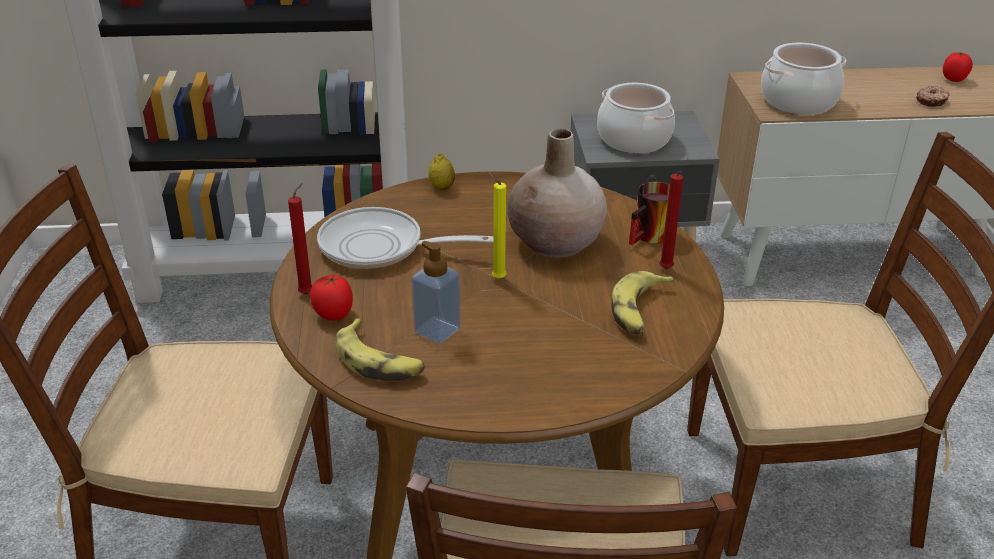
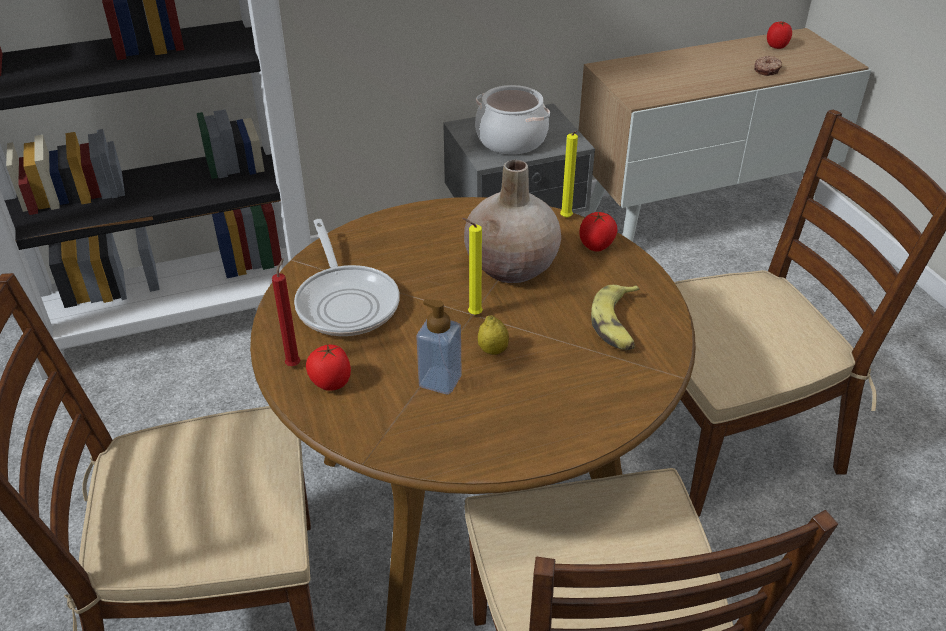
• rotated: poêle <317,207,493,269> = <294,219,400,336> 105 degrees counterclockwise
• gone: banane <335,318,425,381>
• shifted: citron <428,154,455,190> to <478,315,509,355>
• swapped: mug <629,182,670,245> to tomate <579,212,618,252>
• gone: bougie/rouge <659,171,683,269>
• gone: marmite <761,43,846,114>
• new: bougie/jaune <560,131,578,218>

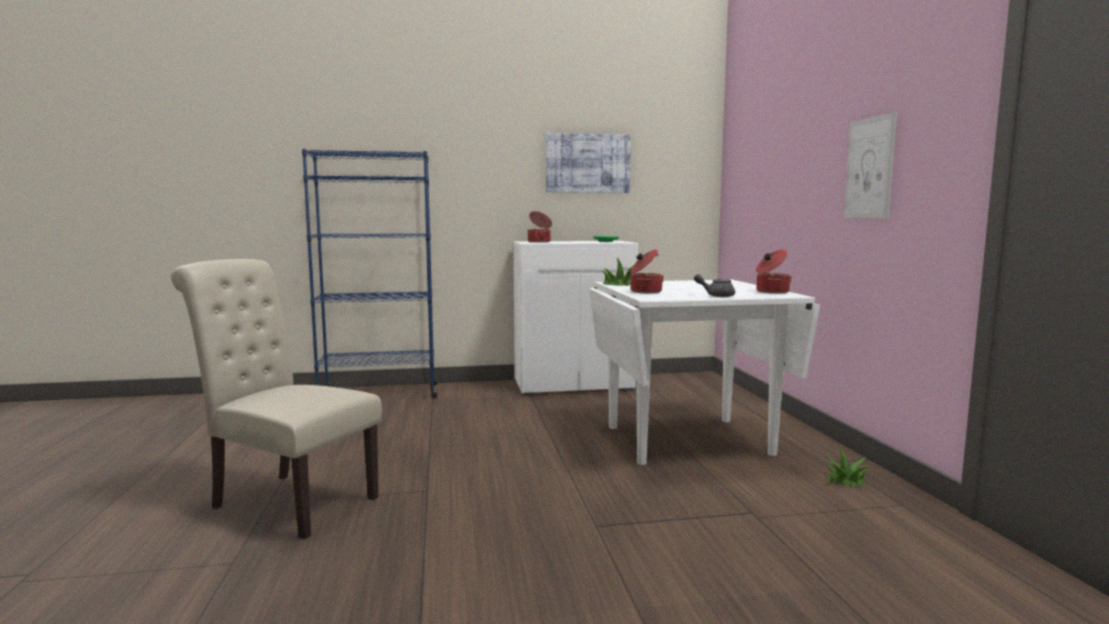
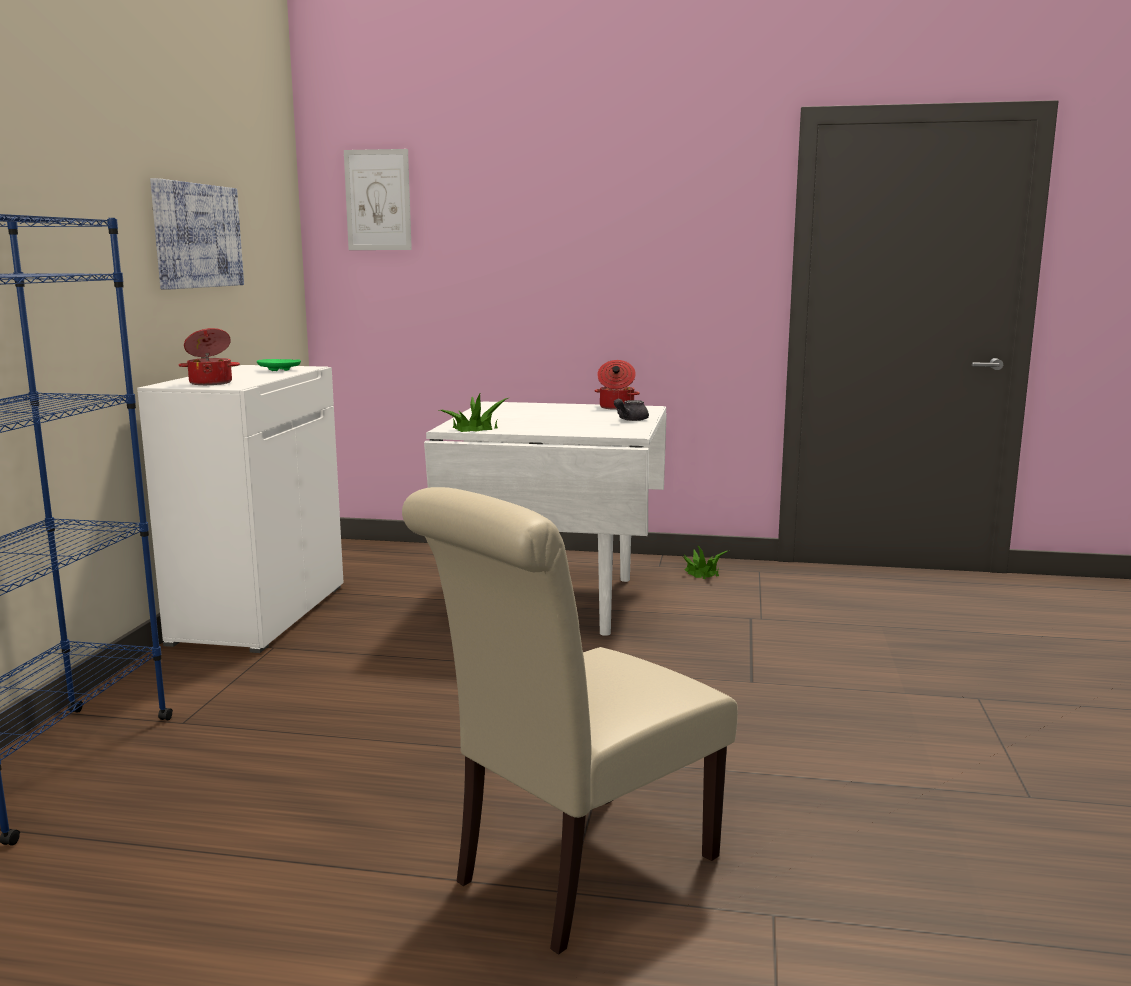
• gone: marmite <630,249,664,293>
• shifted: tableau <844,112,897,218> to <344,149,412,250>

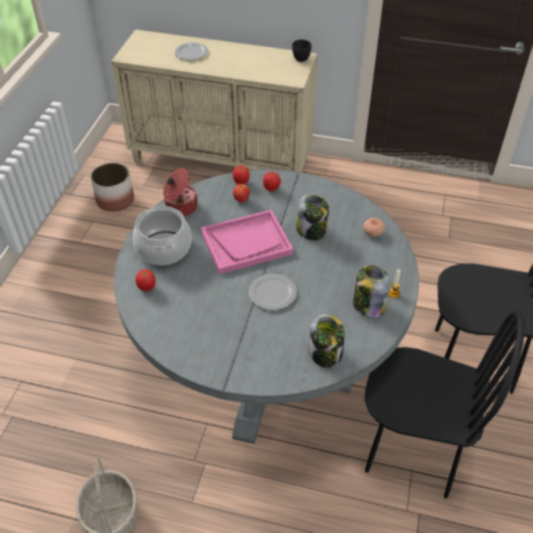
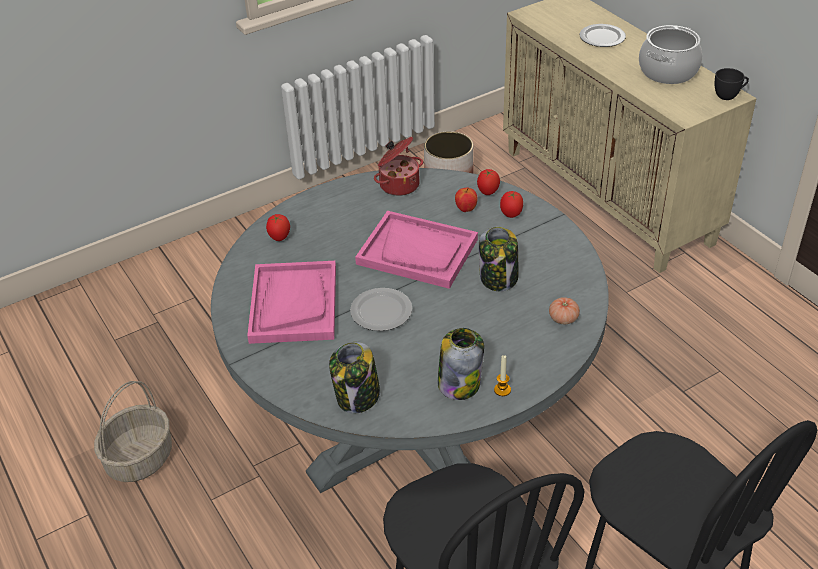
• shifted: marmite <133,204,192,265> to <639,25,702,84>
• new: plateau/rose <247,261,336,344>

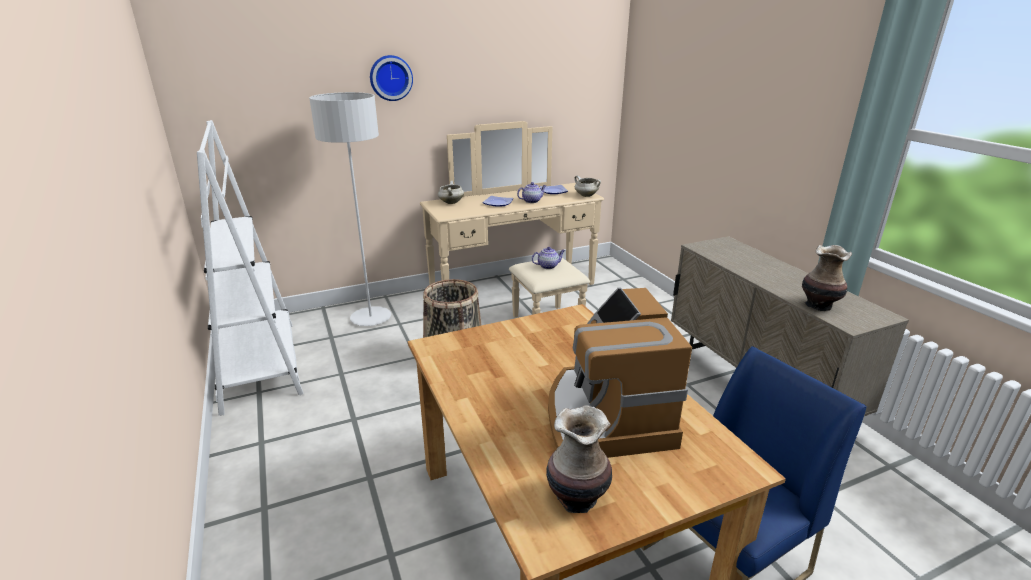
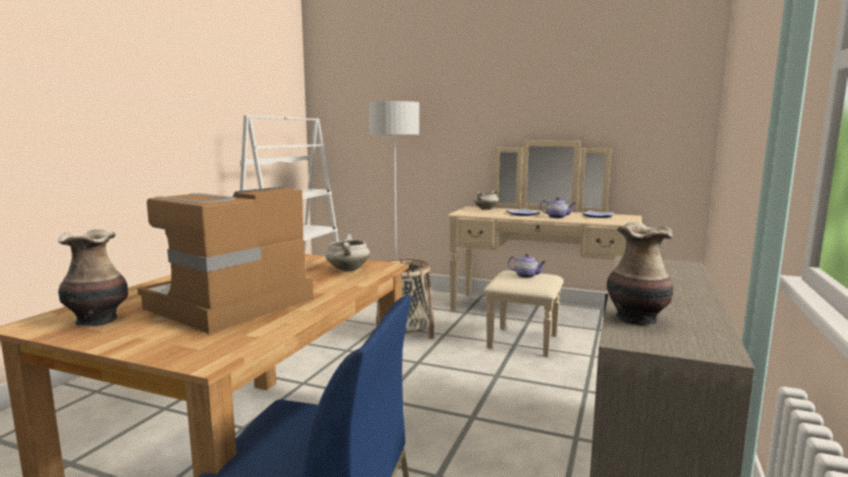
• gone: horloge murale <370,55,413,101>
• shifted: marmite/blanc <574,175,601,197> to <325,234,370,271>

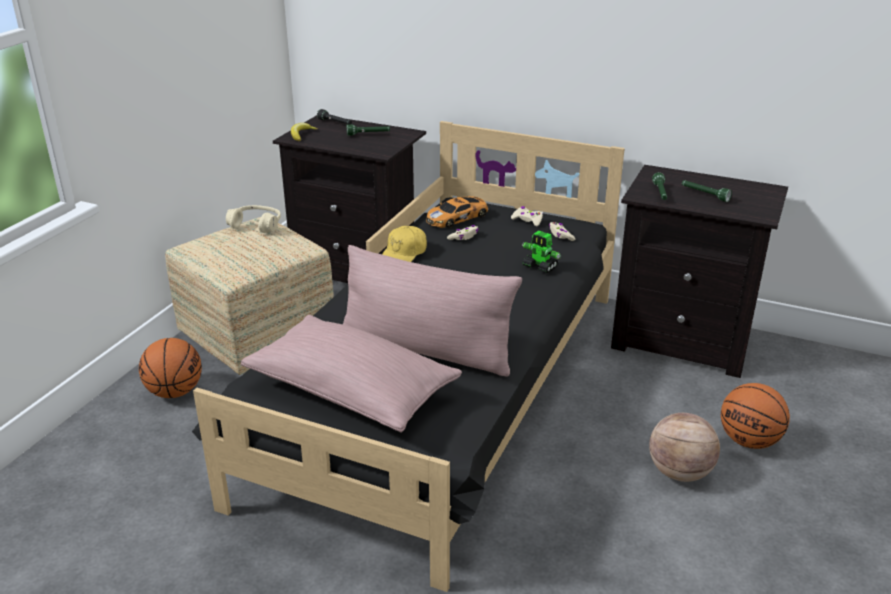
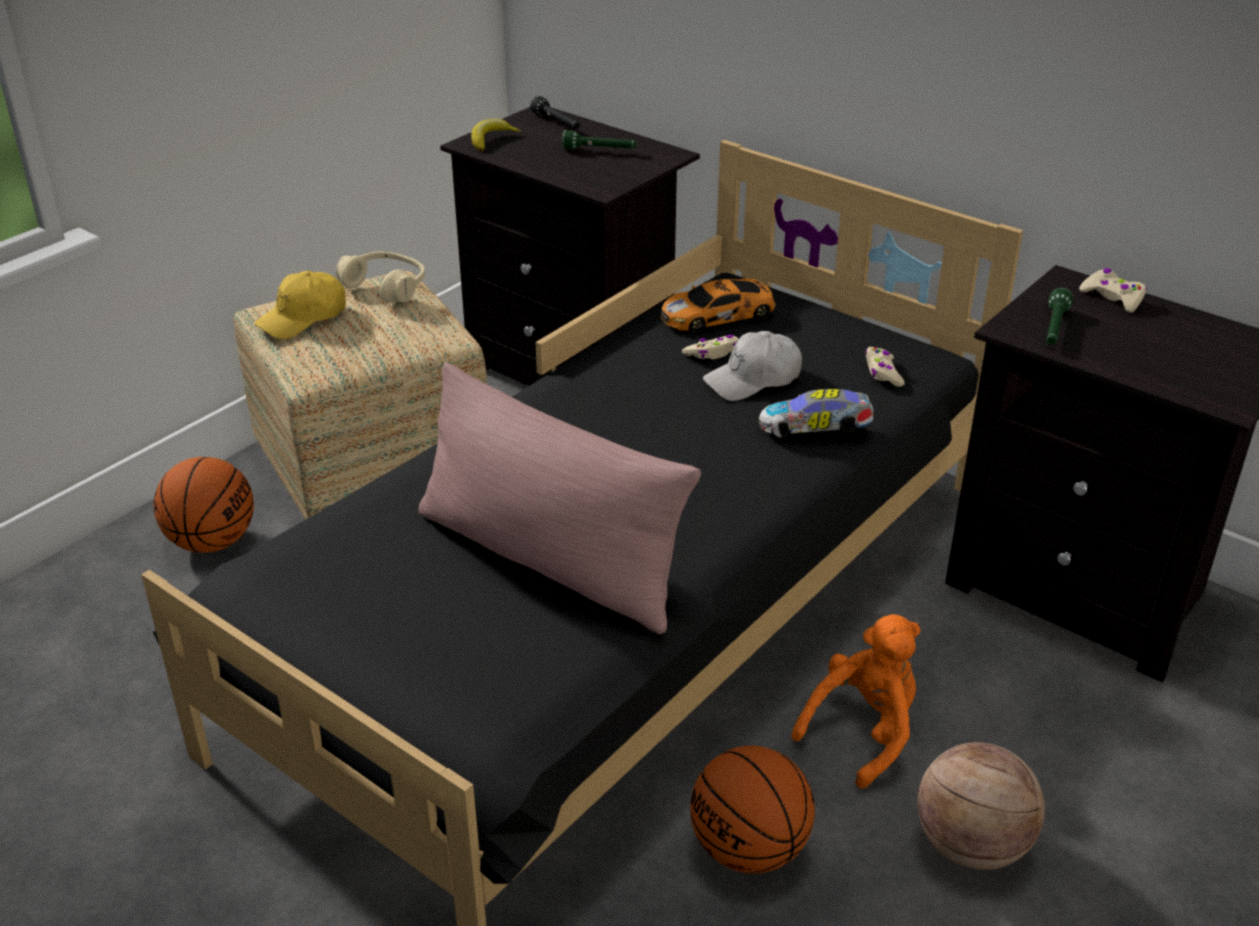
• gone: coussin/rose <241,315,462,433>
• shifted: casquette/jaune <382,226,427,262> to <254,271,346,339>
• shifted: manette/beige <511,206,543,226> to <1079,268,1147,313>
• swapped: robot jouet <522,231,562,273> to petite voiture <759,389,874,437>
• gone: lampe de poche/vert <682,180,732,202>
• shifted: ballon de basket <721,383,790,449> to <690,745,815,874>
• new: casquette/blanc <703,331,802,401>
• new: peluche/orange <792,614,921,788>

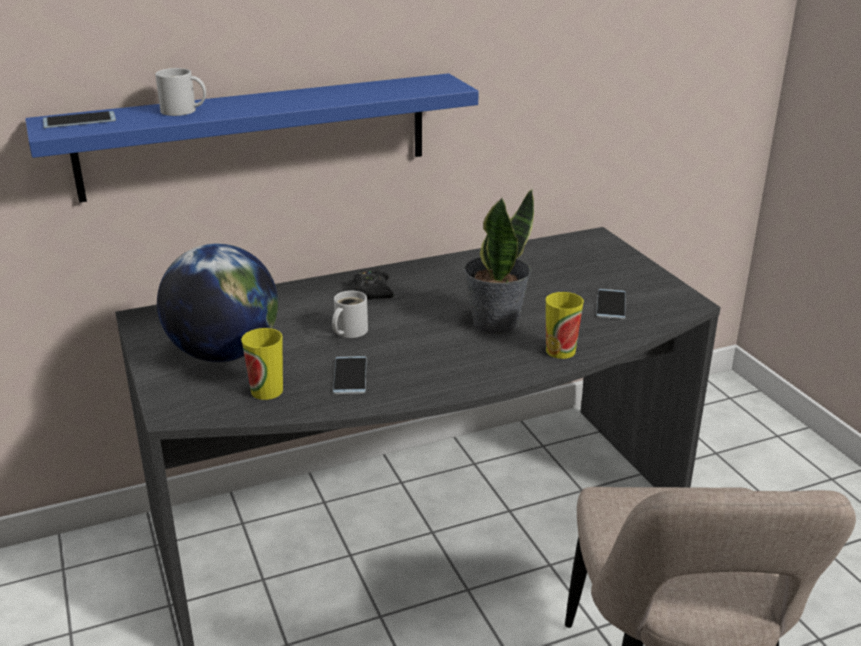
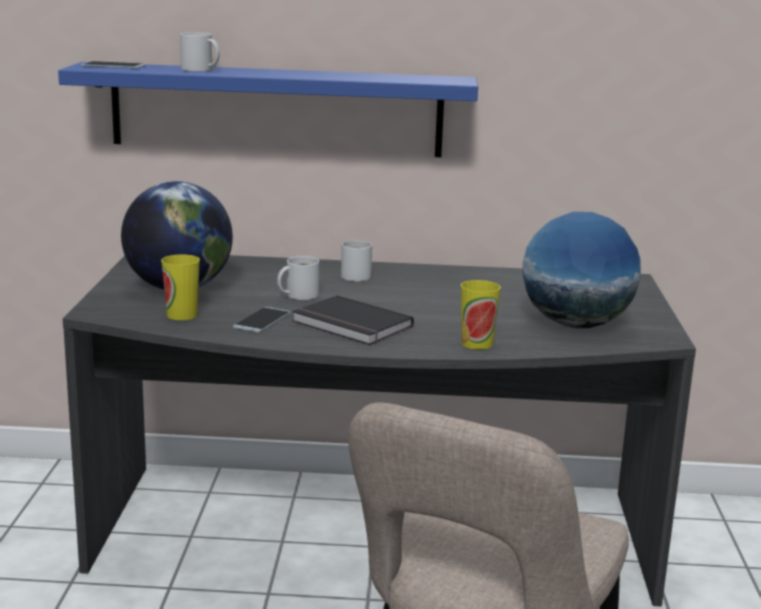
• swapped: manette/noir <354,270,394,300> to mug/blanc <341,240,372,282>
• gone: plante en pot <464,188,534,334>
• swapped: téléphone <596,289,626,319> to globe <523,212,641,329>
• new: livre/noir <292,295,414,345>

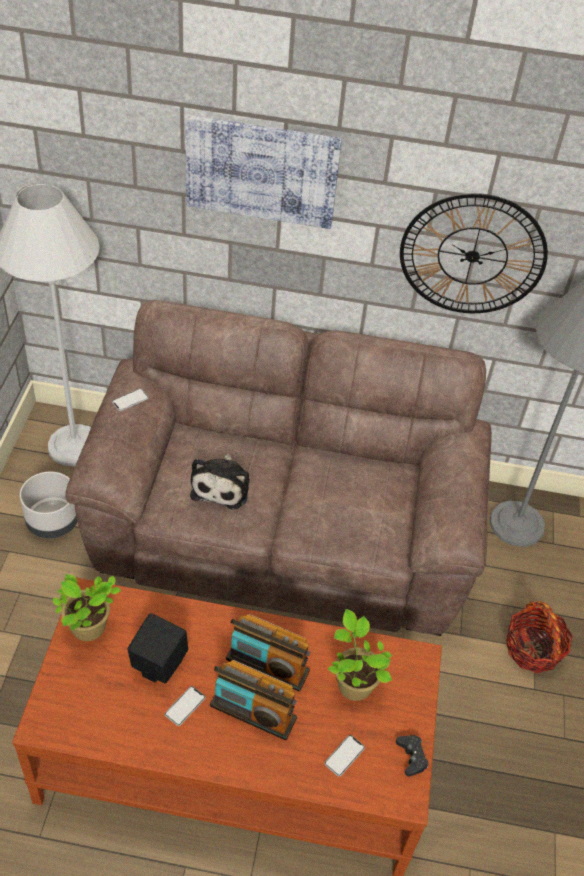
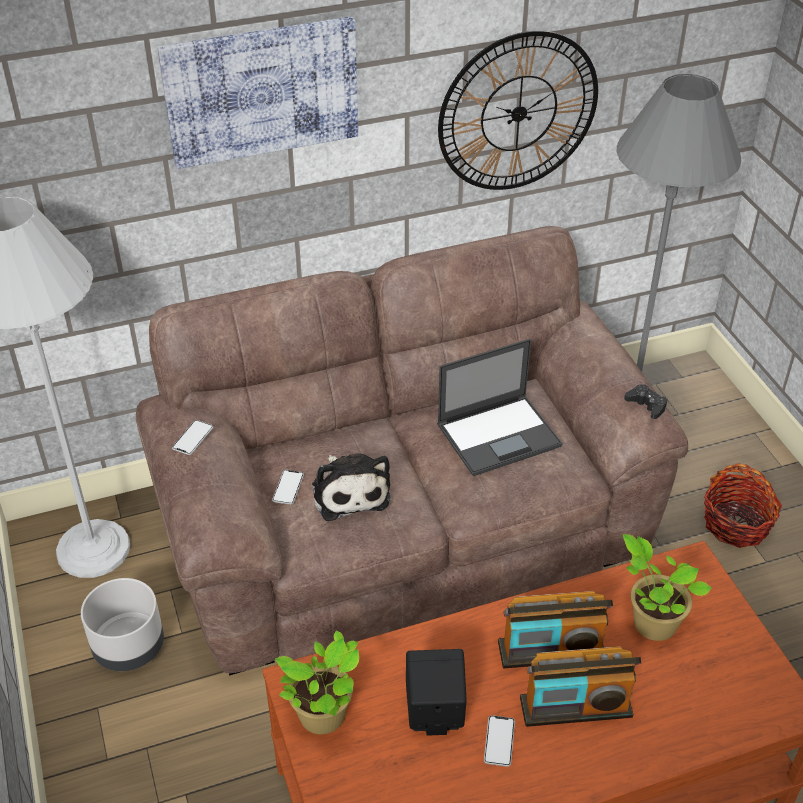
• shifted: téléphone <324,735,365,777> to <272,470,304,505>
• shifted: manette/noir <396,735,429,777> to <624,384,667,419>
• new: ordinateur portable <437,339,563,477>

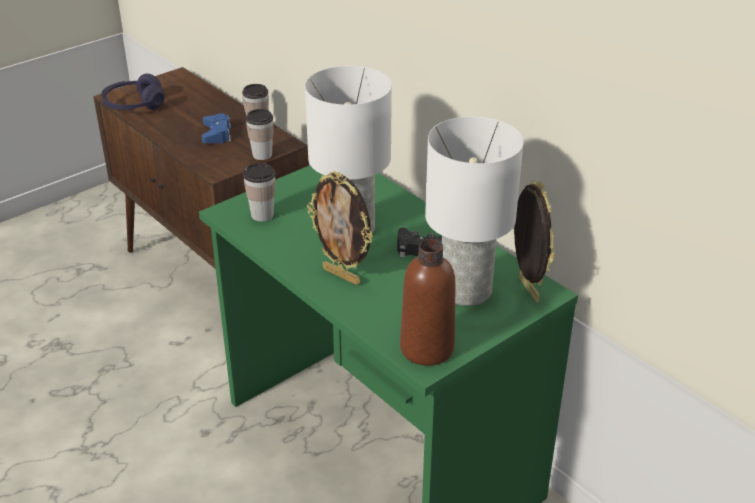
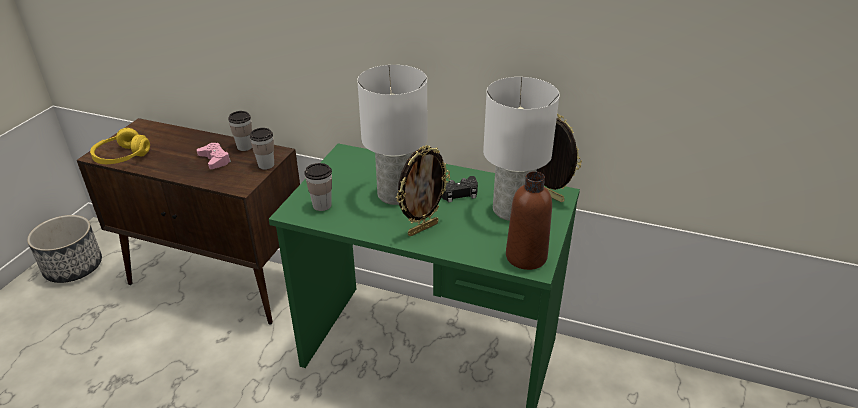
• repainted: casque audio/violet <101,74,165,110> to casque audio/jaune <90,128,150,164>
• repainted: manette/bleu <202,113,231,143> to manette/rose <197,143,231,169>
• rotated: cadre photo <307,171,373,285> = <396,145,450,236> 45 degrees counterclockwise
• new: cache-pot <27,215,102,283>

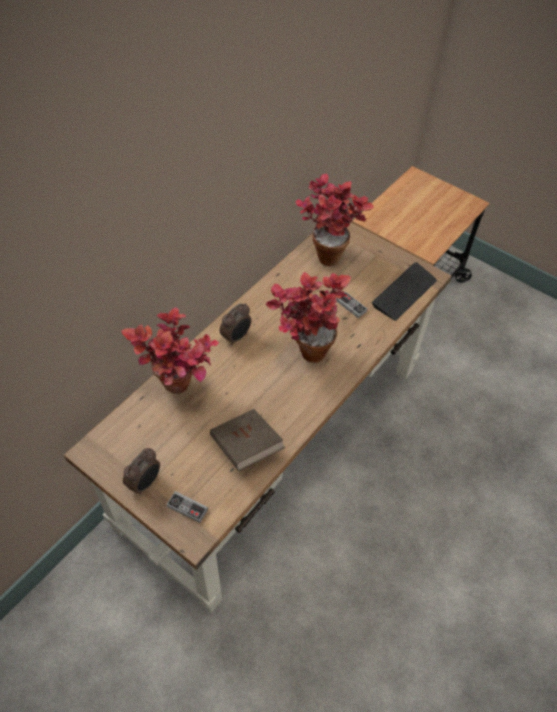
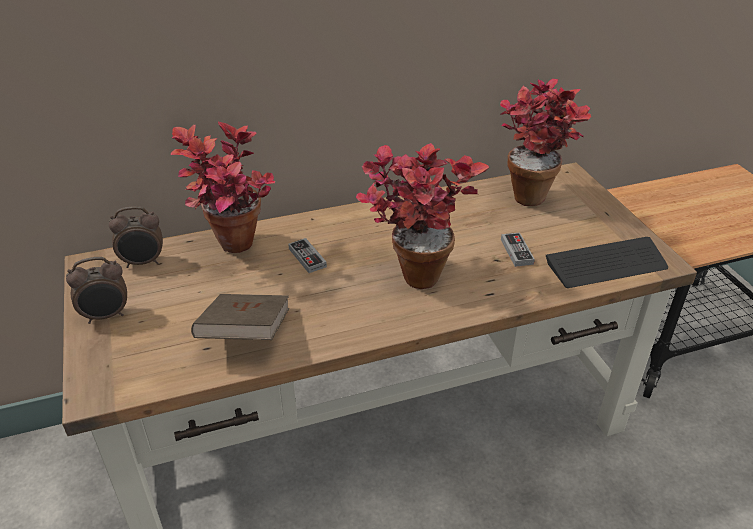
• shifted: manette <166,491,208,523> to <288,238,327,273>
• shifted: réveil <220,303,251,345> to <109,206,163,268>

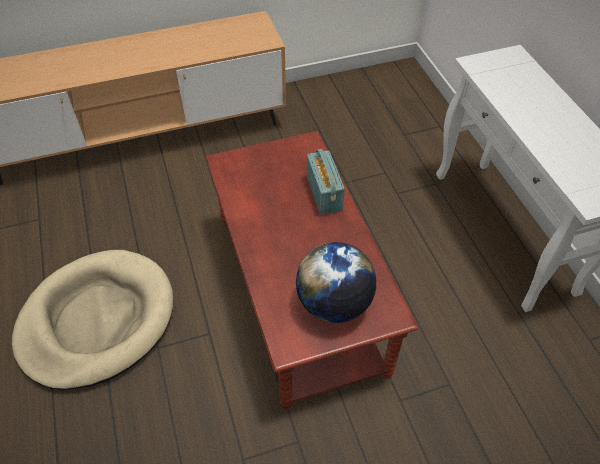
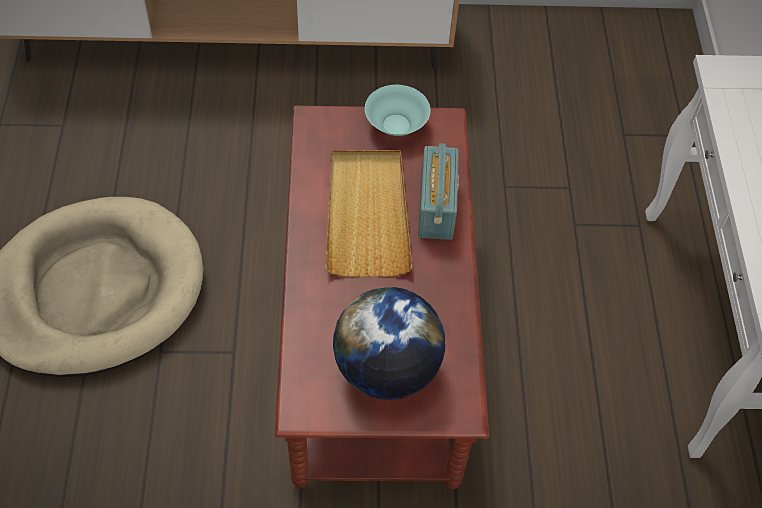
• new: plateau/beige <325,150,412,277>
• new: bol/turquoise <365,85,431,136>

